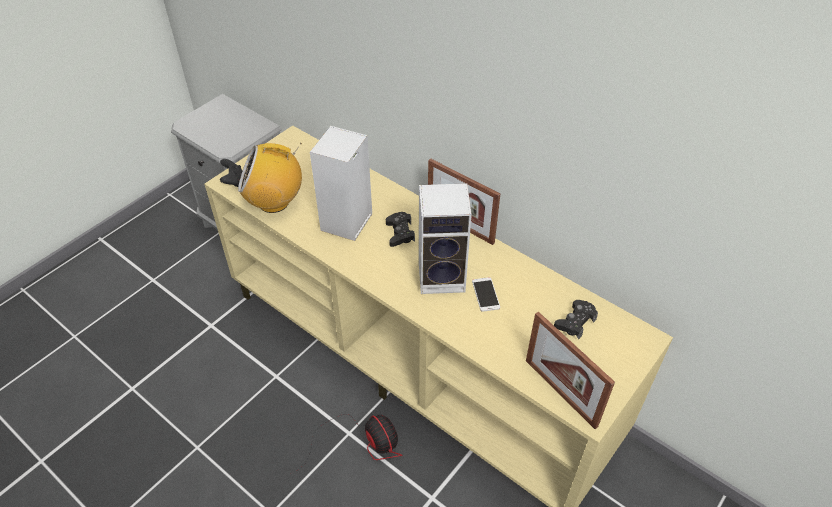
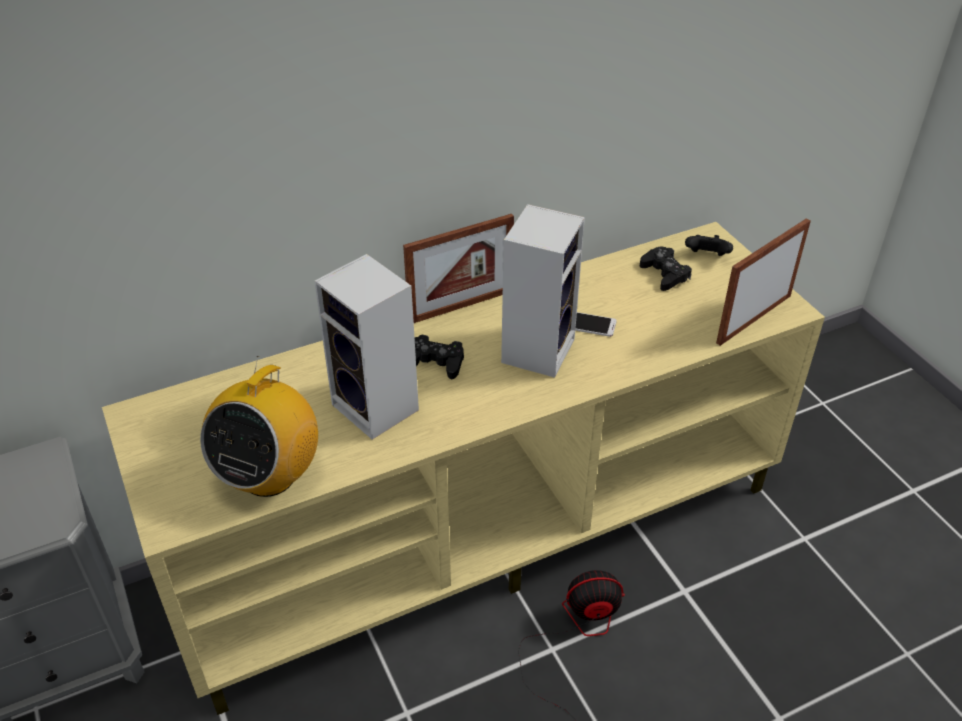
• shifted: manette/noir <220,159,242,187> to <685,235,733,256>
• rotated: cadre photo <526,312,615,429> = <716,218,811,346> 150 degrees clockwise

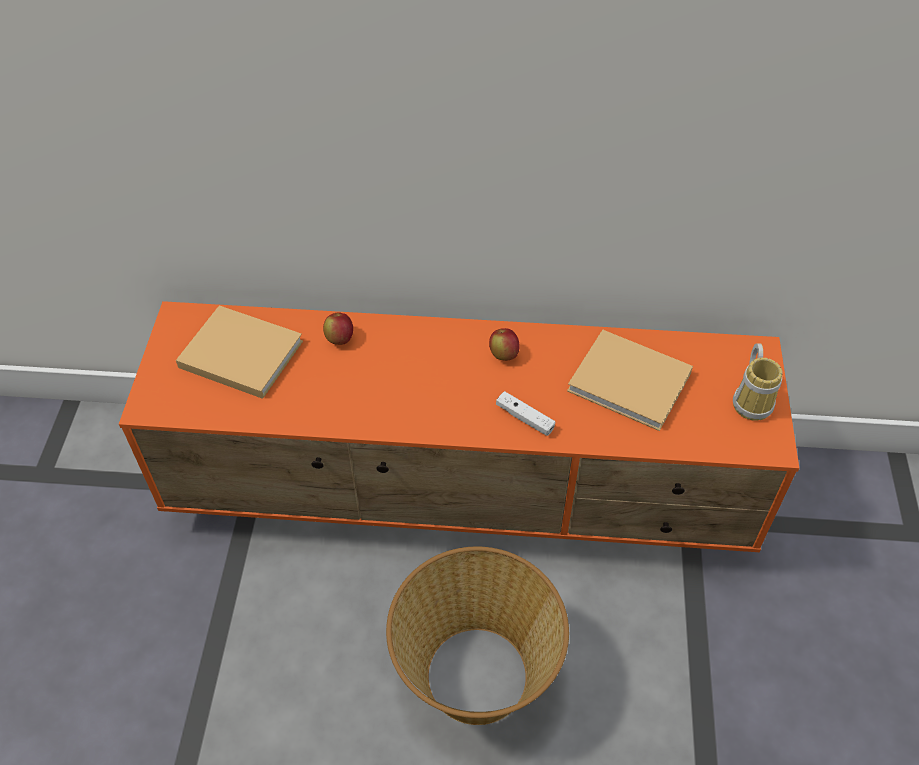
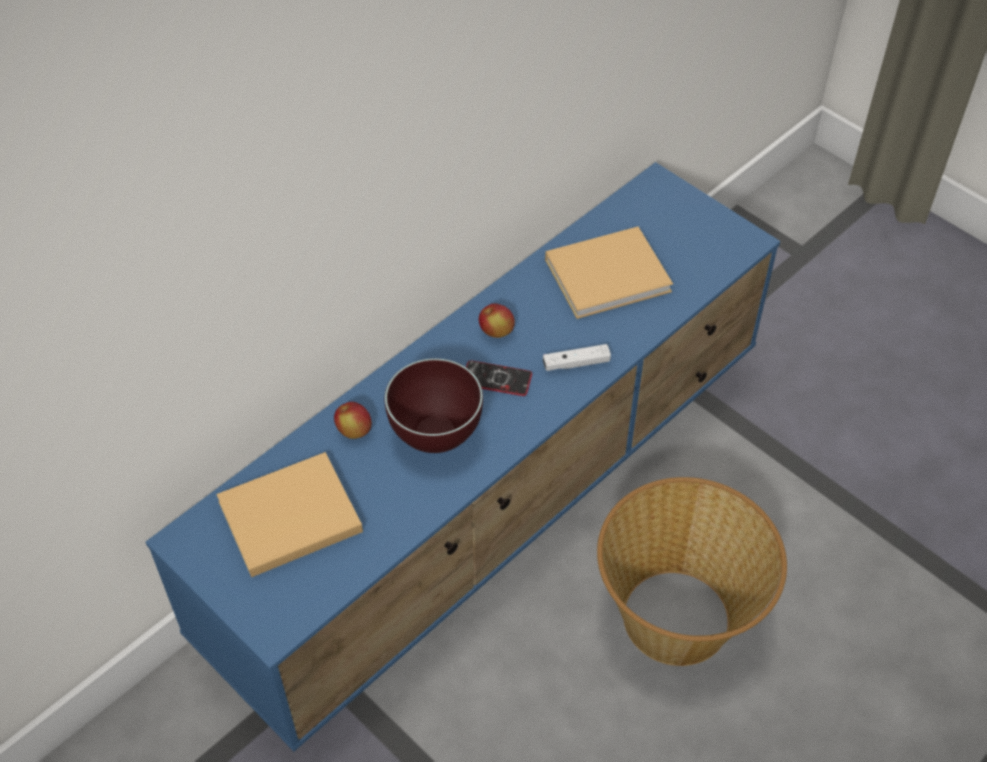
• repainted: meuble télé/orange <119,301,799,552> to meuble télé/bleu <146,162,780,752>
• gone: mug <733,343,783,421>
• new: bol/marron <384,358,483,453>
• new: téléphone <466,360,532,396>

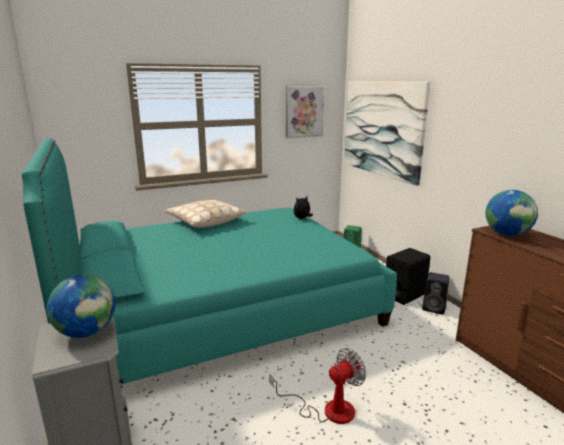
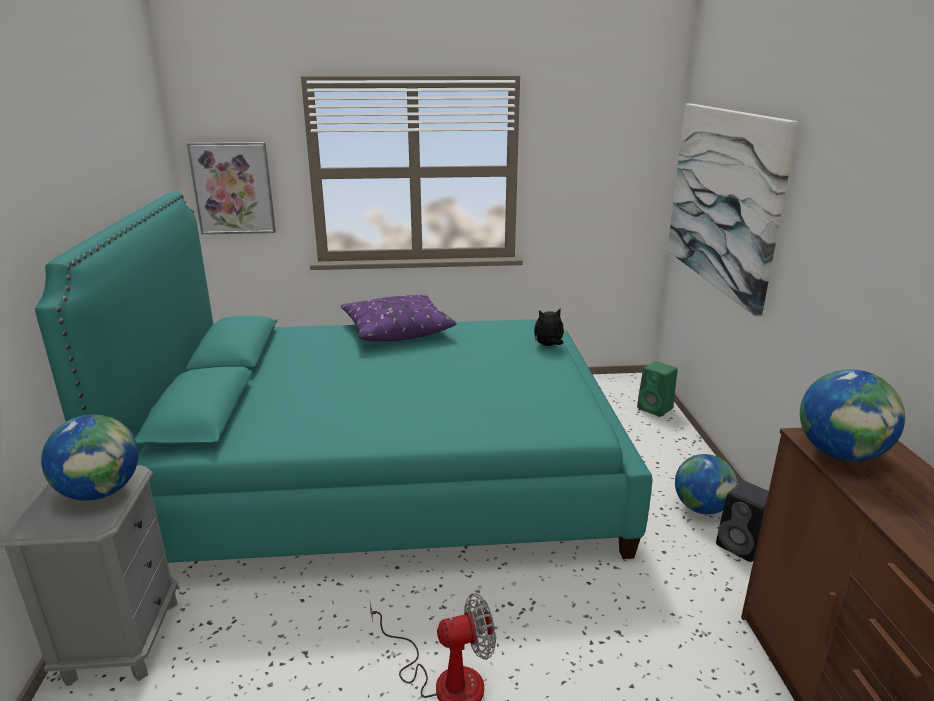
• repainted: coussin/beige <164,200,246,228> to coussin/violet <341,295,456,342>
• shifted: tableau <286,85,324,138> to <187,142,276,234>
• swapped: enceinte/noir <386,248,430,305> to globe <675,454,737,514>

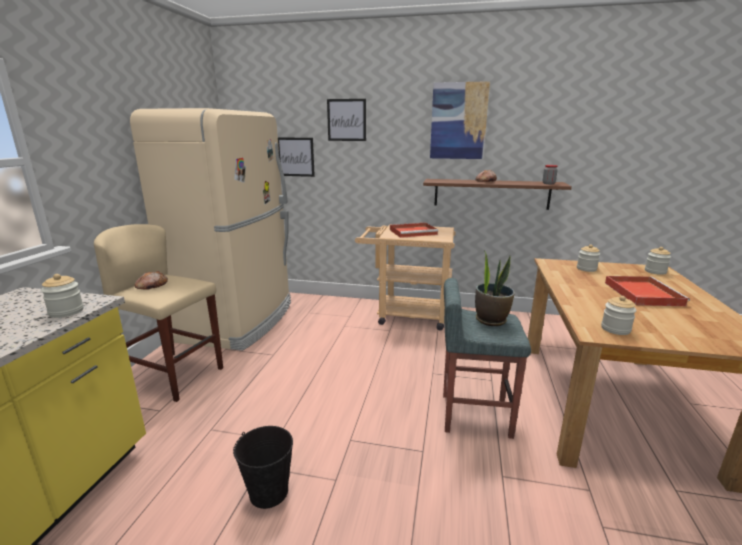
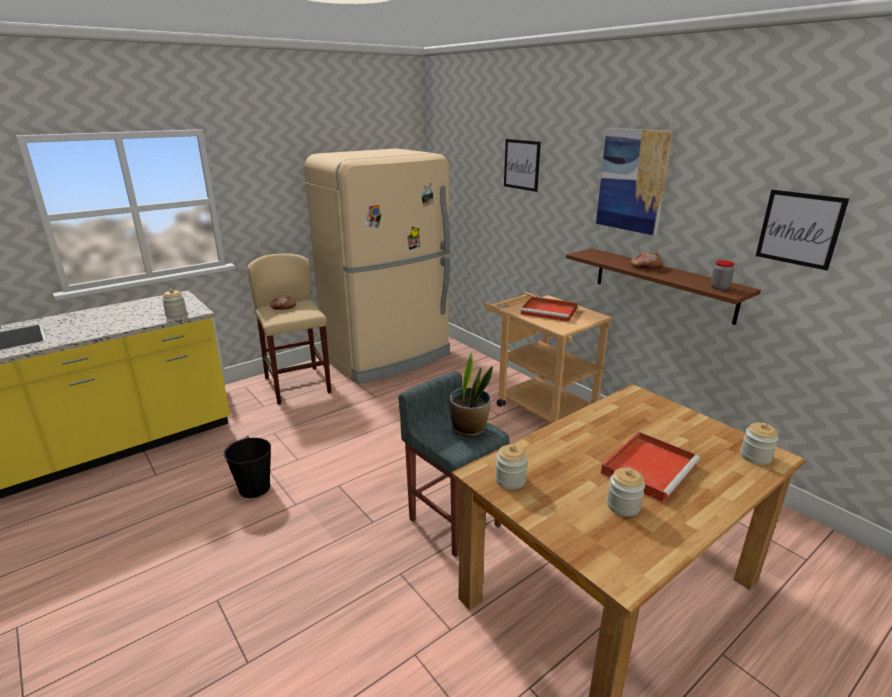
• shifted: tableau <278,137,315,177> to <756,190,849,271>
• shifted: bocal <577,244,600,272> to <607,468,645,516>

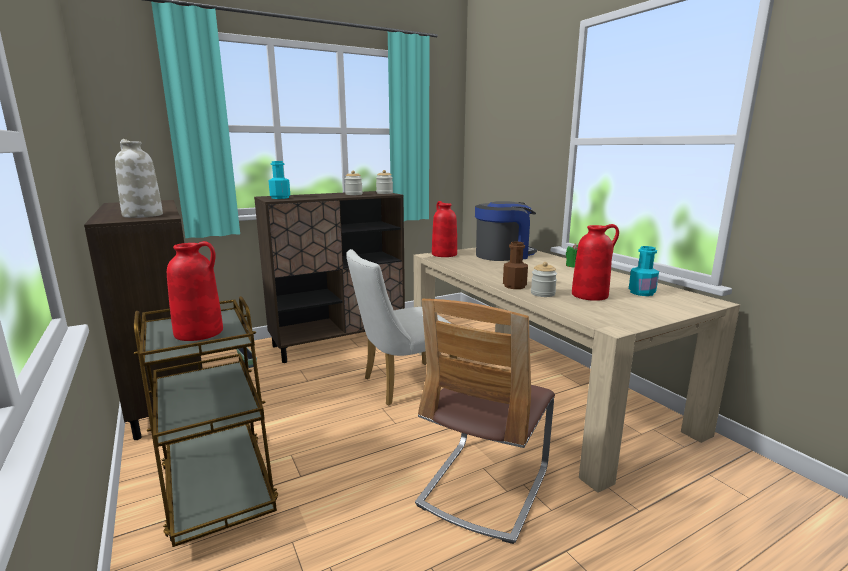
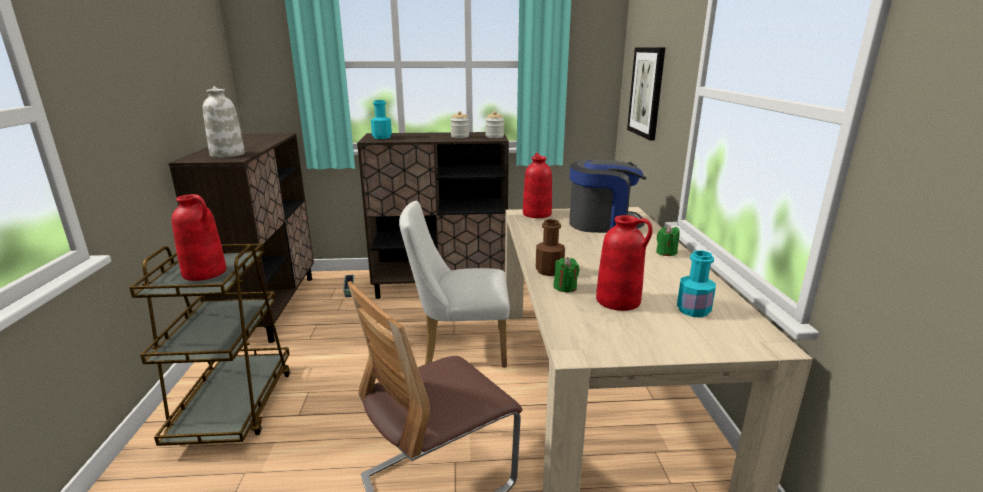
• swapped: bocal <531,262,557,297> to bougie/vert <553,257,580,292>
• new: tableau <627,47,665,141>

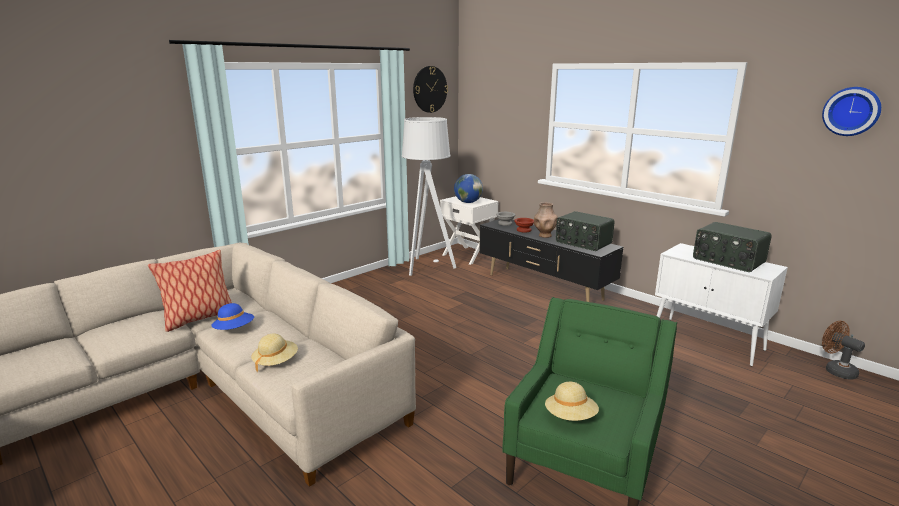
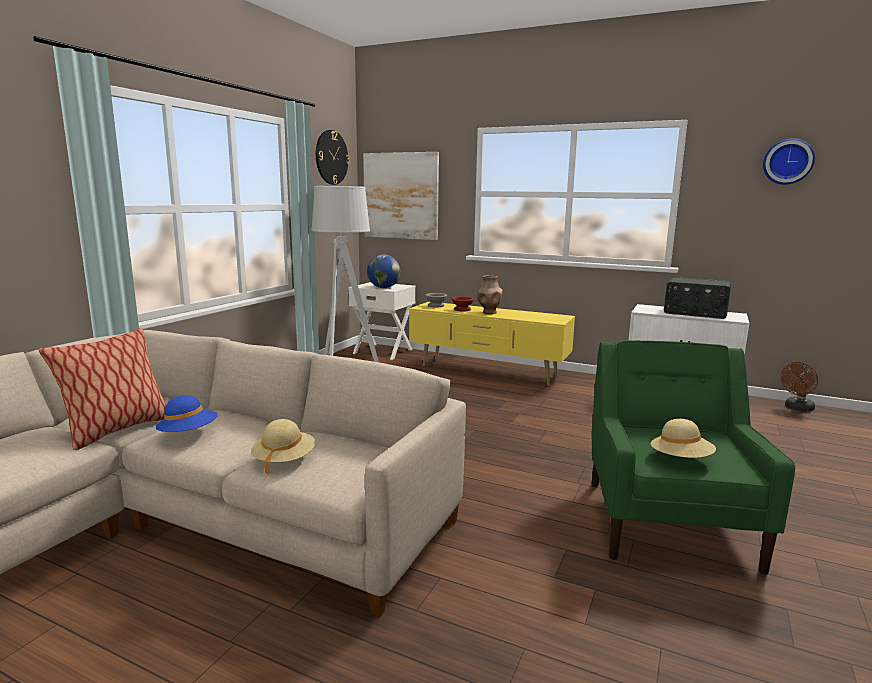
• repainted: meuble télé/noir <479,219,623,302> to meuble télé/jaune <409,302,575,386>
• gone: radio <556,211,615,251>
• rotated: ventilateur/marron <822,321,865,380> = <781,362,818,411> 75 degrees counterclockwise
• new: tableau <363,152,439,240>

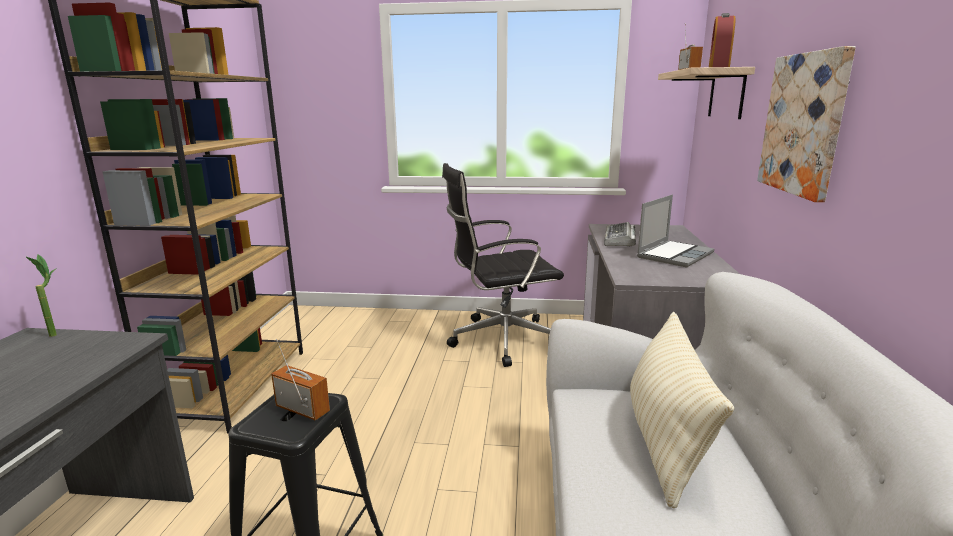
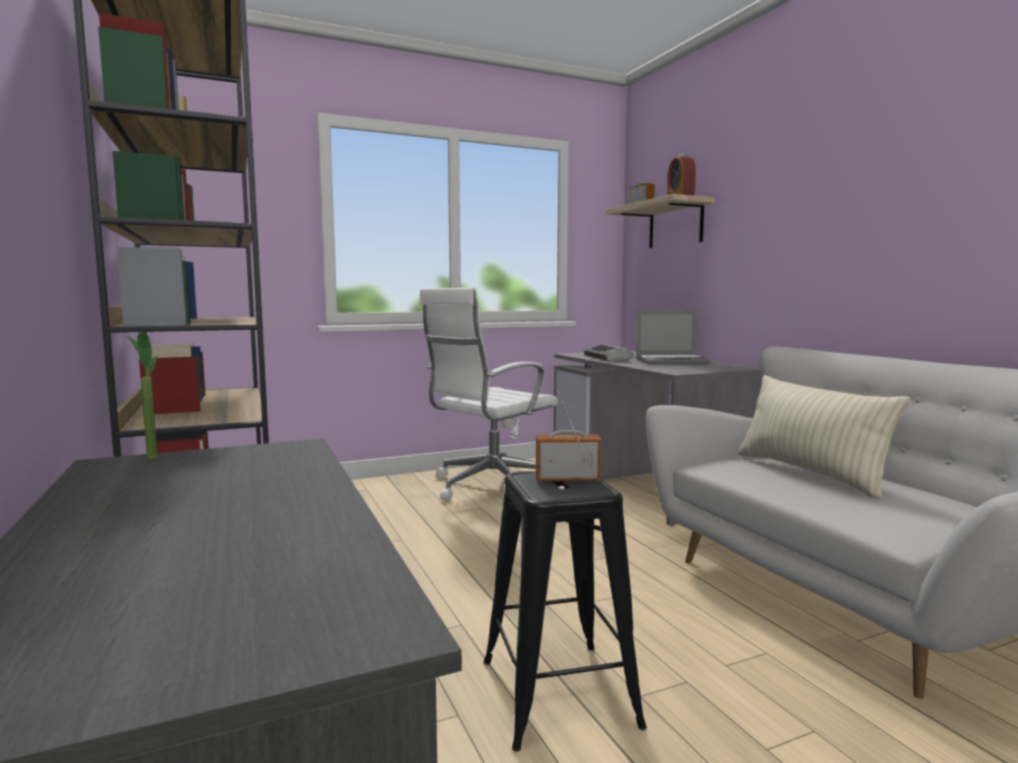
• repainted: chaise de bureau/noir <442,163,564,367> to chaise de bureau/blanc <419,288,558,501>
• rotated: ordinateur portable <637,195,715,268> = <636,311,711,364> 75 degrees clockwise
• gone: tableau <757,46,856,202>

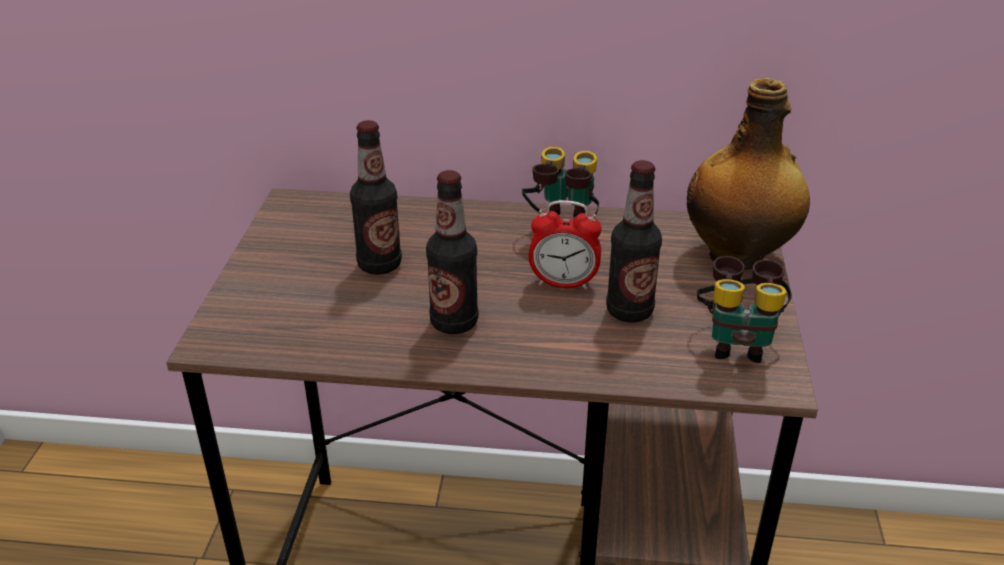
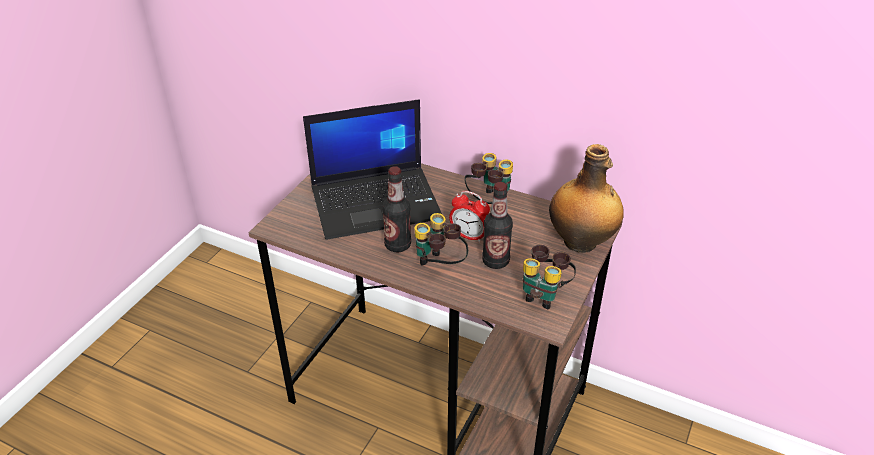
• swapped: bouteille <350,120,402,275> to ordinateur portable <303,99,442,240>
• new: jumelles <415,213,468,265>

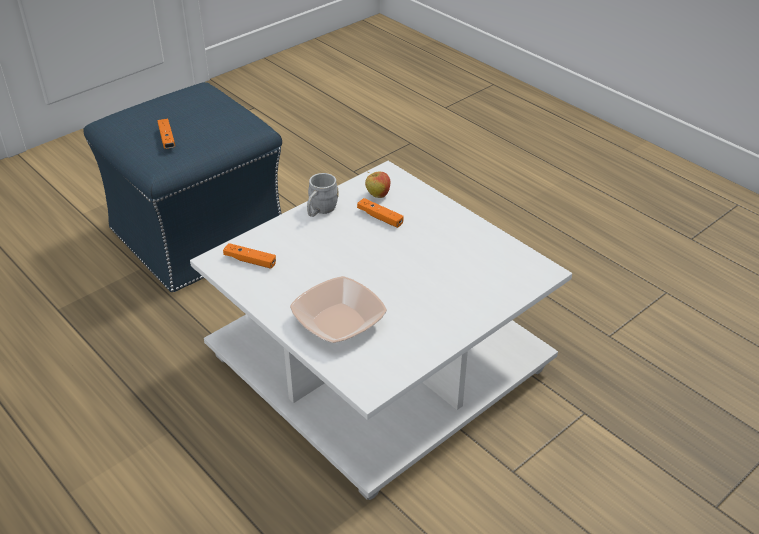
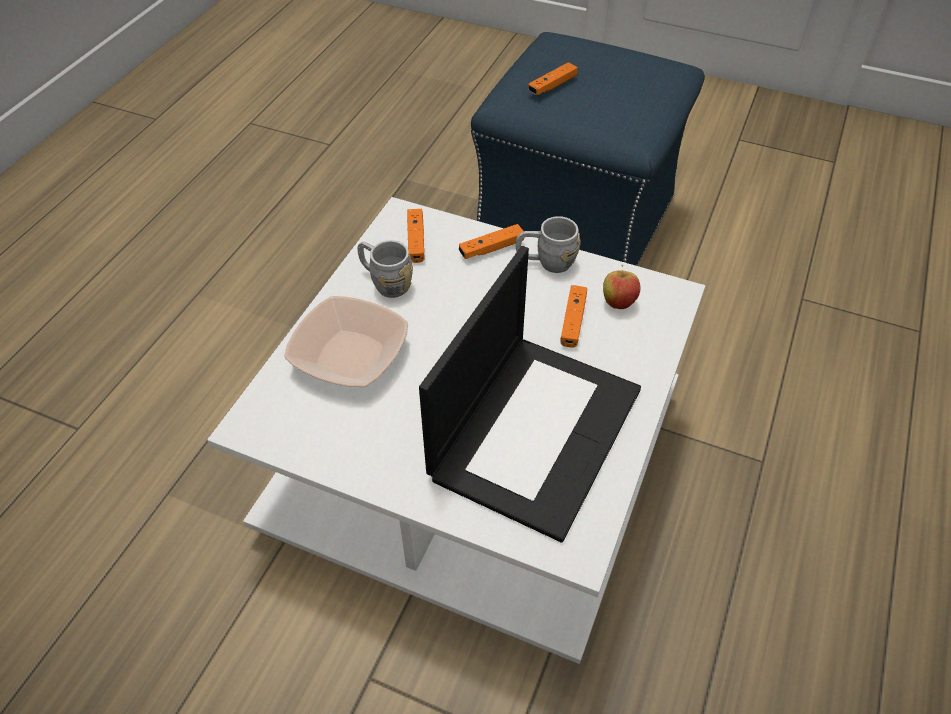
• new: mug/gris <357,240,413,298>
• new: ordinateur portable <419,246,641,542>
• new: manette/orange <459,224,524,259>

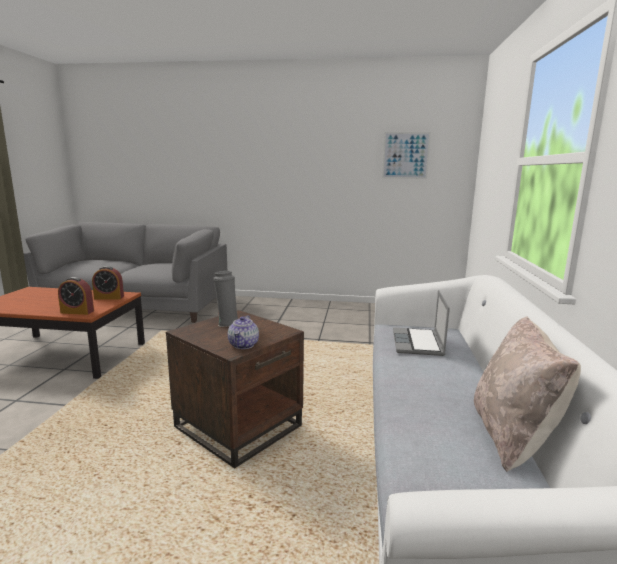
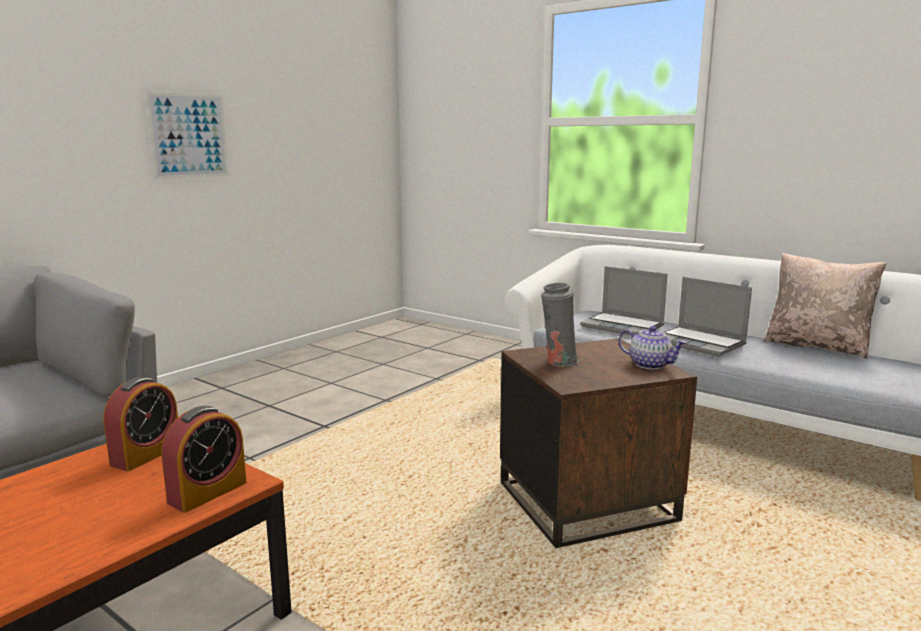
• shifted: tableau <382,132,431,179> to <146,91,229,179>
• new: ordinateur portable <663,277,752,357>

